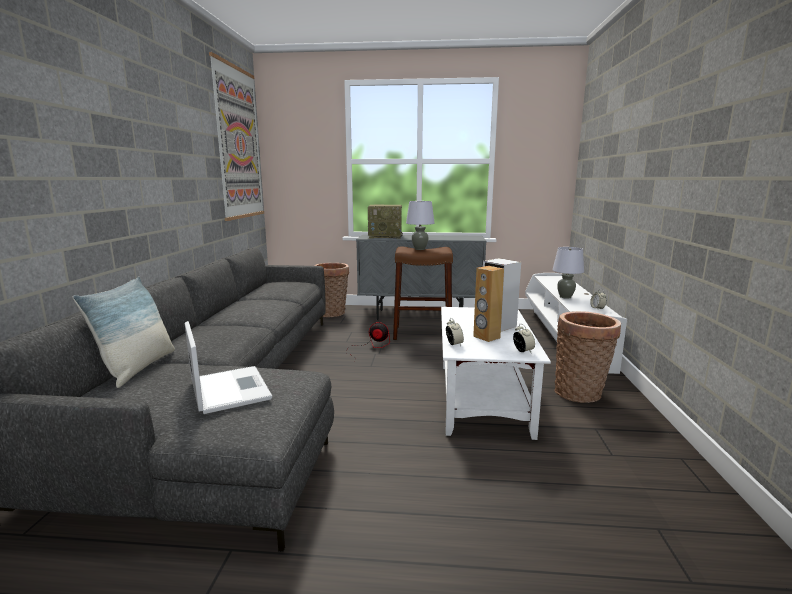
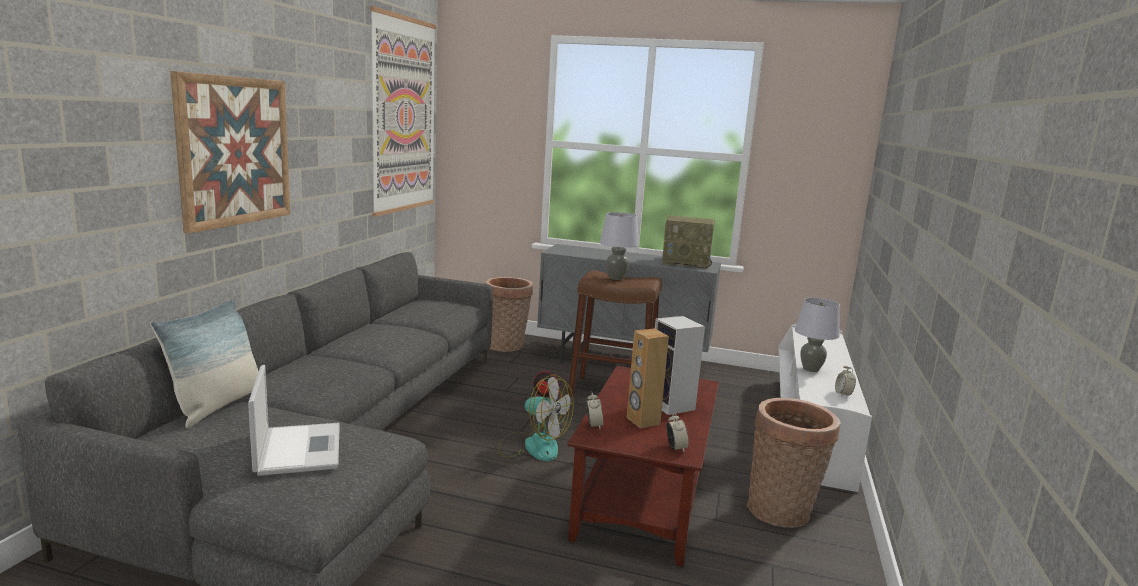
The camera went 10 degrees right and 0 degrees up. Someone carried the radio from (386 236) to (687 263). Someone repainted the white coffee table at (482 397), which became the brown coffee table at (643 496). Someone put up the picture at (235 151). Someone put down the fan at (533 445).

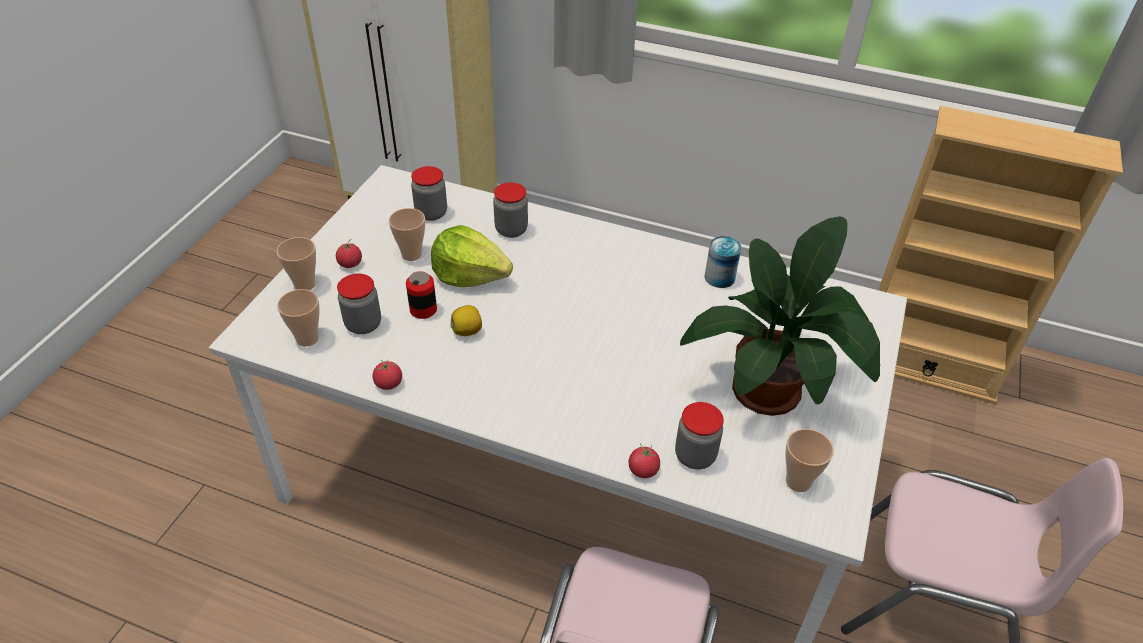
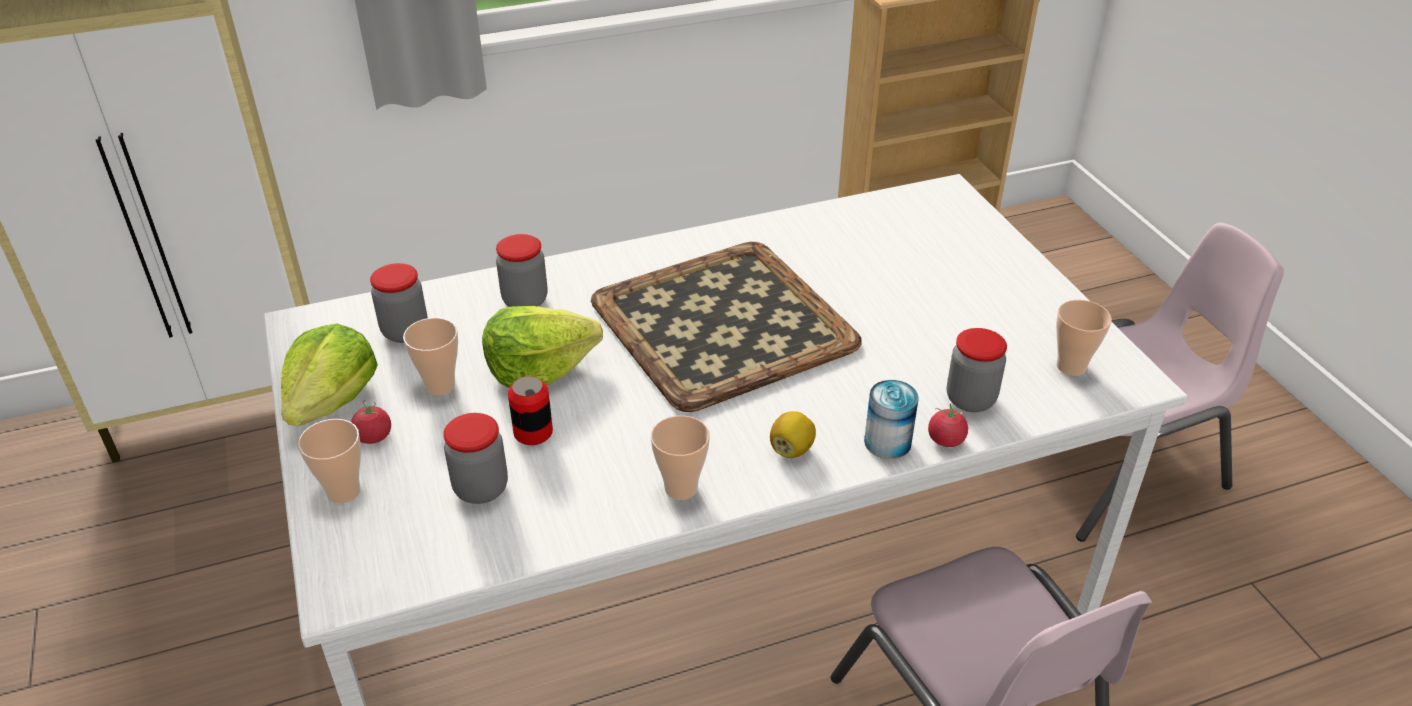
The camera went 40 degrees left and 5 degrees down. Someone took away the potted plant at (773 388). Someone carried the can from (719 277) to (887 442). Someone carried the cup from (307 338) to (681 488). Someone carried the lemon from (467 331) to (791 449). Someone took away the tomato at (388 383). Someone put down the tray at (720 323). Someone put down the lettuce at (333 401).

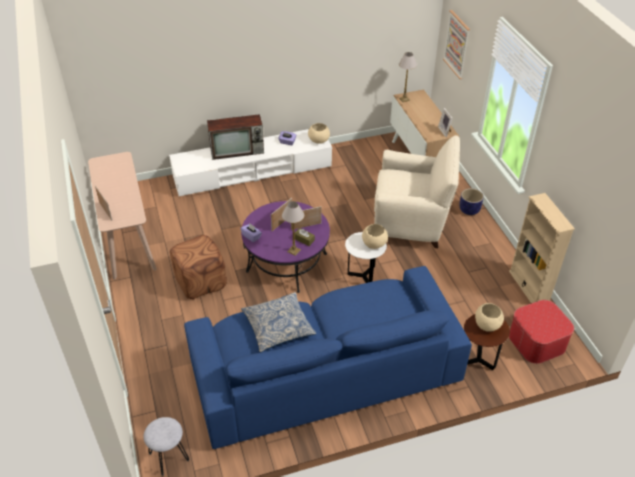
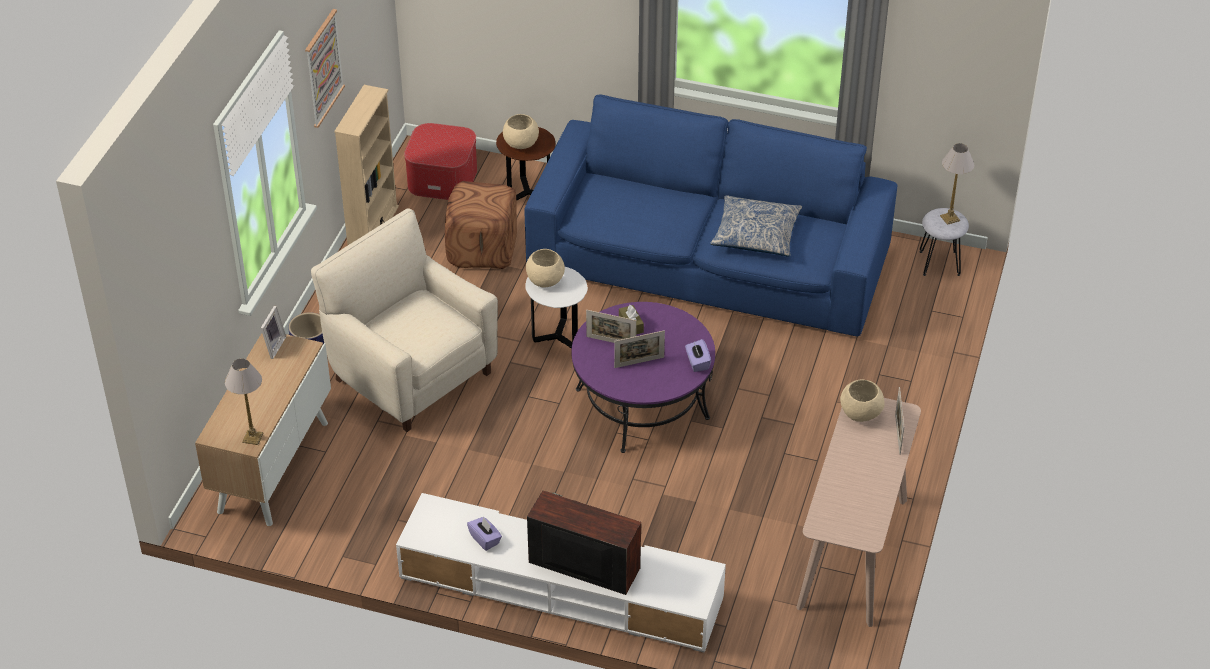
The camera went 145 degrees left and 0 degrees up. Someone carried the picture from (456 44) to (323 68). Someone carried the beige bowl from (318 141) to (860 413). Someone carried the table lamp from (294 250) to (949 218). Someone carried the brown ottoman from (200 281) to (483 250).

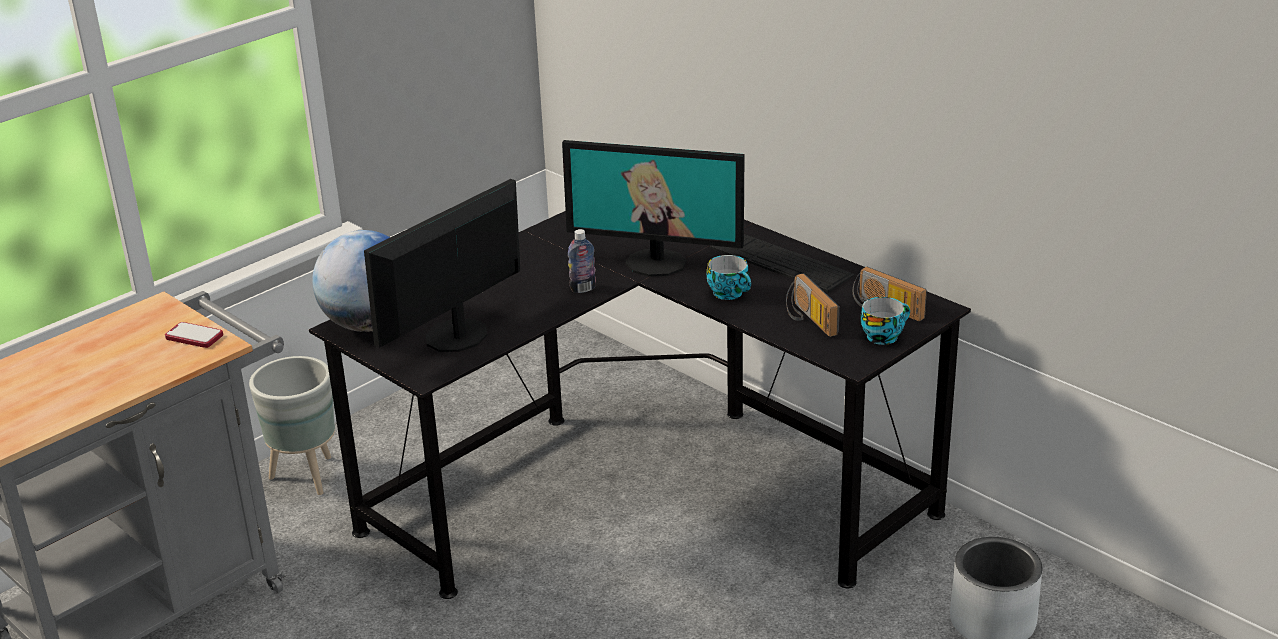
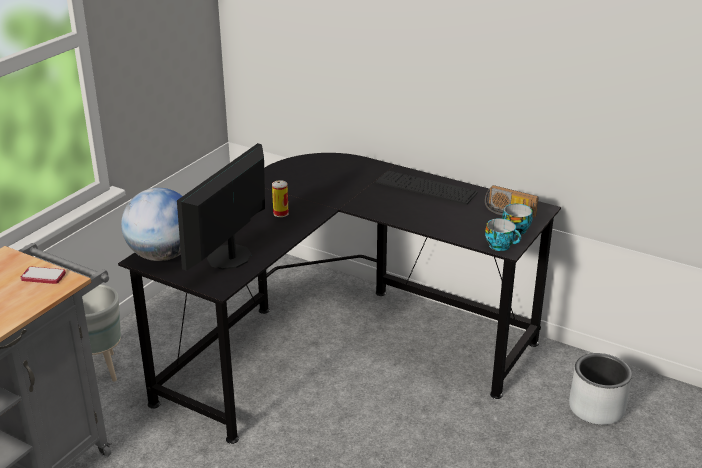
The camera went 15 degrees left and 0 degrees up. Someone took away the monitor at (656 262). Someone took away the bottle at (583 289). Someone carried the cup from (730 293) to (501 246). Someone took away the radio at (808 319). Someone put down the can at (280 213).

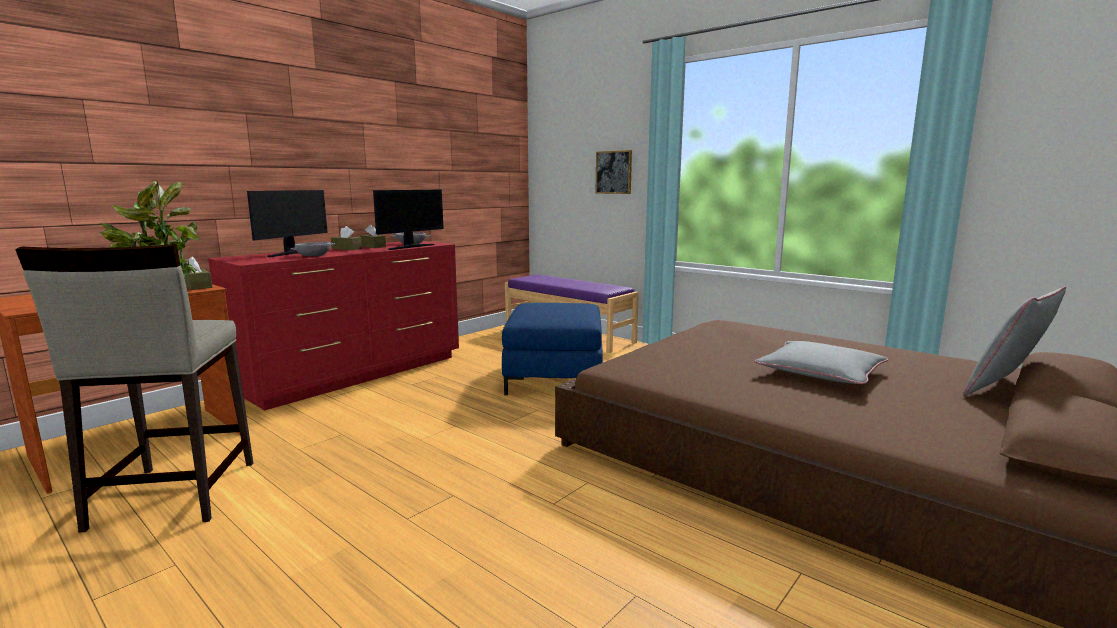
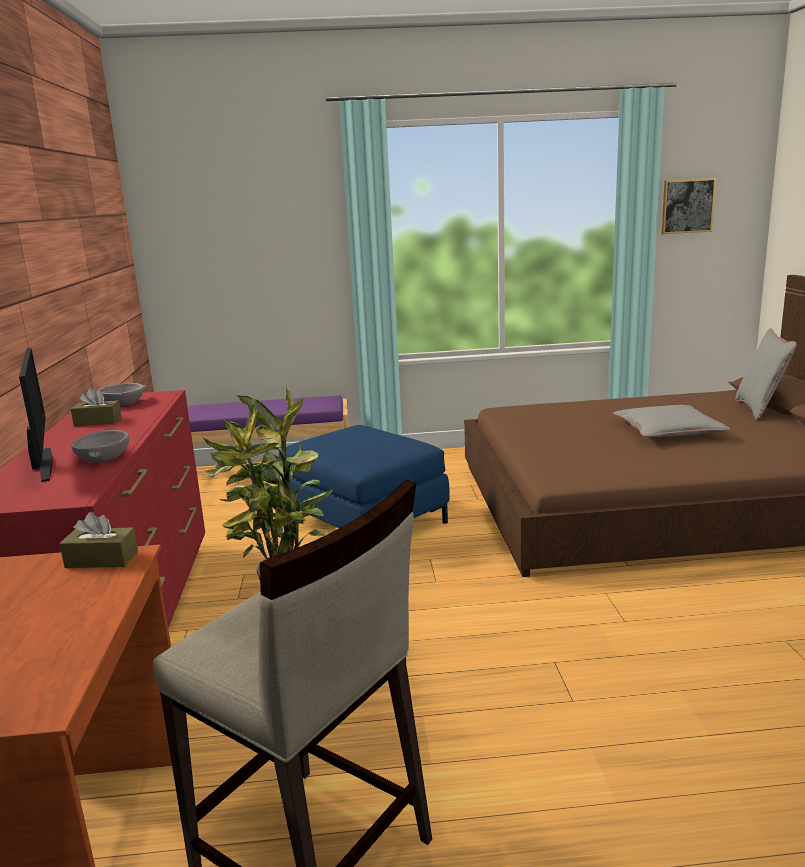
The camera went 45 degrees left and 5 degrees up. Someone carried the picture from (614 172) to (687 206). Someone took away the monitor at (411 247). Someone took away the brown tissue box at (346 249).

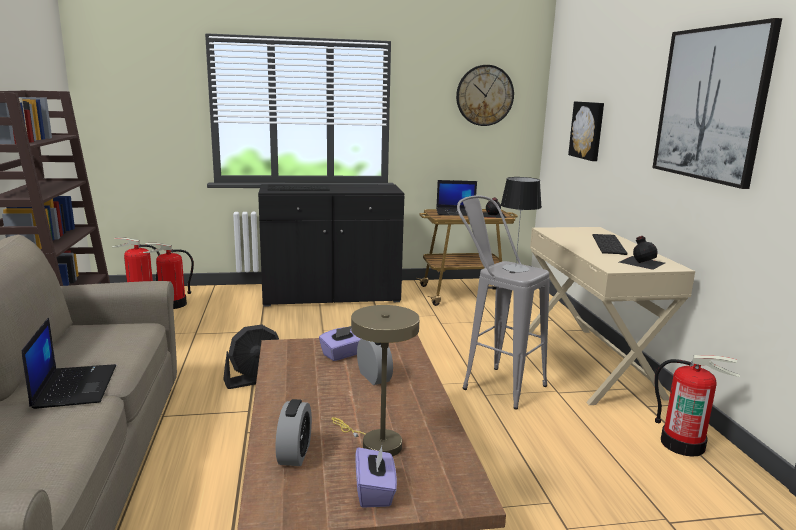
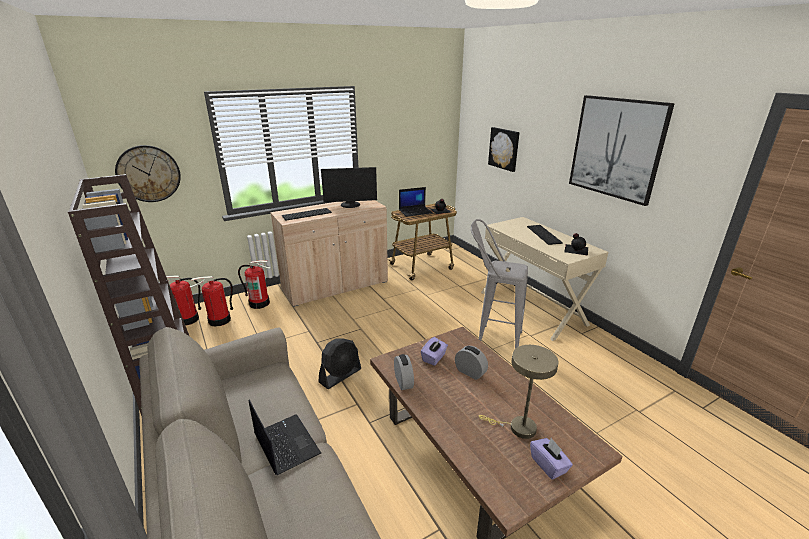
The camera went 20 degrees left and 10 degrees up. Someone carried the wall clock from (484 95) to (148 174). Someone took away the table lamp at (515 268). Someone repainted the black cabinet at (331 296), which became the beige cabinet at (335 286). Someone carried the fire extinguisher from (683 444) to (260 303). Someone carried the alarm clock from (294 454) to (403 382). Someone put down the monitor at (350 205).

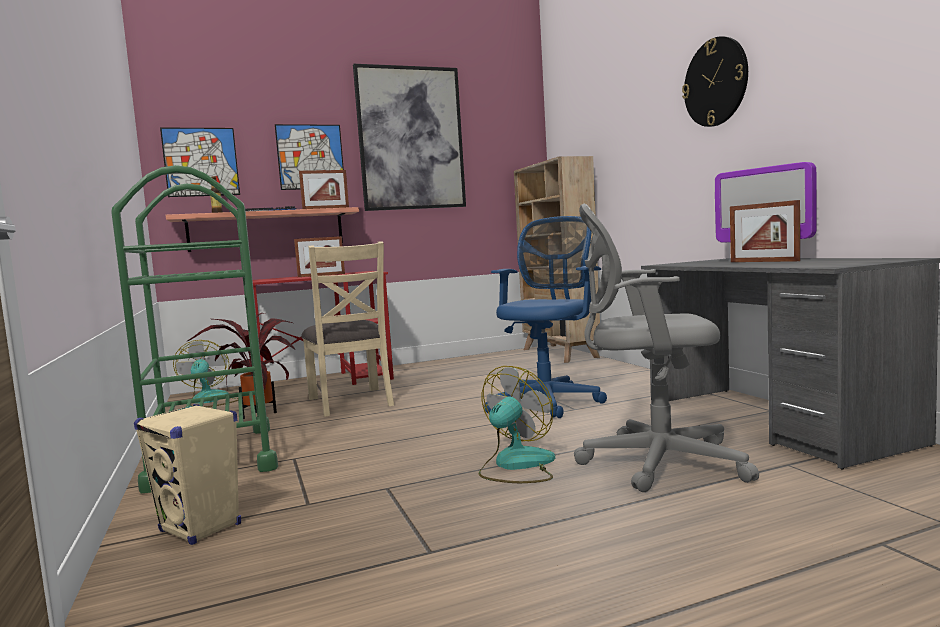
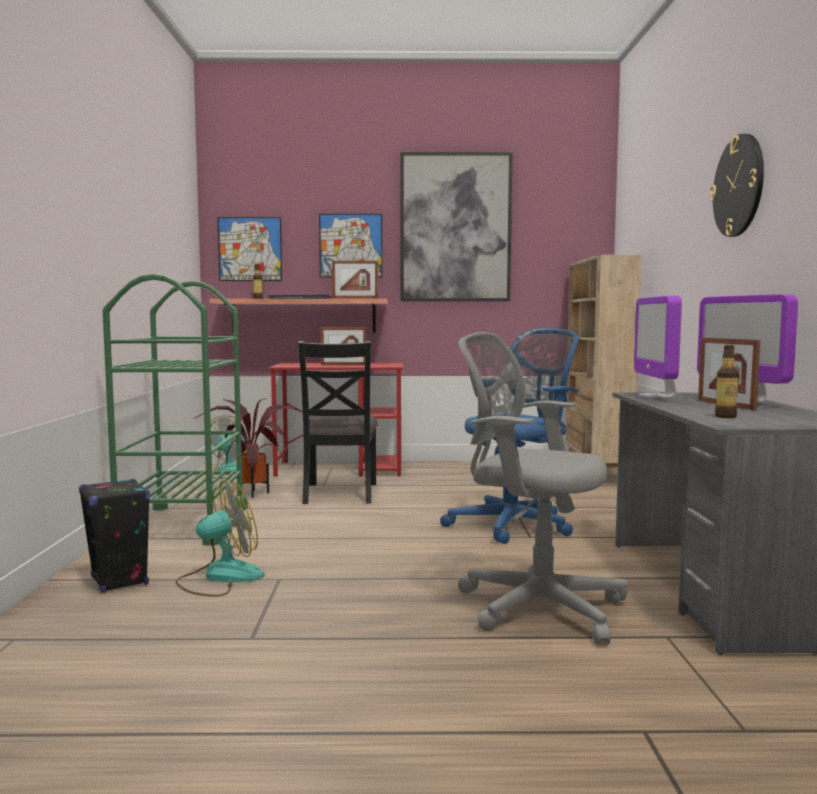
The camera went 20 degrees right and 0 degrees up. Someone repainted the beige chair at (351 401), which became the black chair at (339 493). Someone carried the fan from (516 465) to (220 577). Someone repainted the beige speaker at (201 528), which became the black speaker at (119 581). Someone put down the monitor at (656 396). Someone put down the bottle at (725 417).

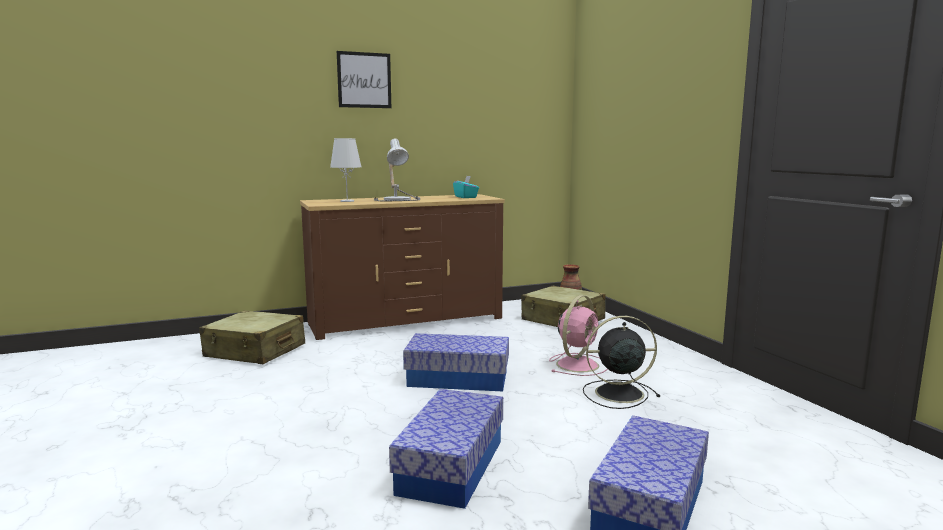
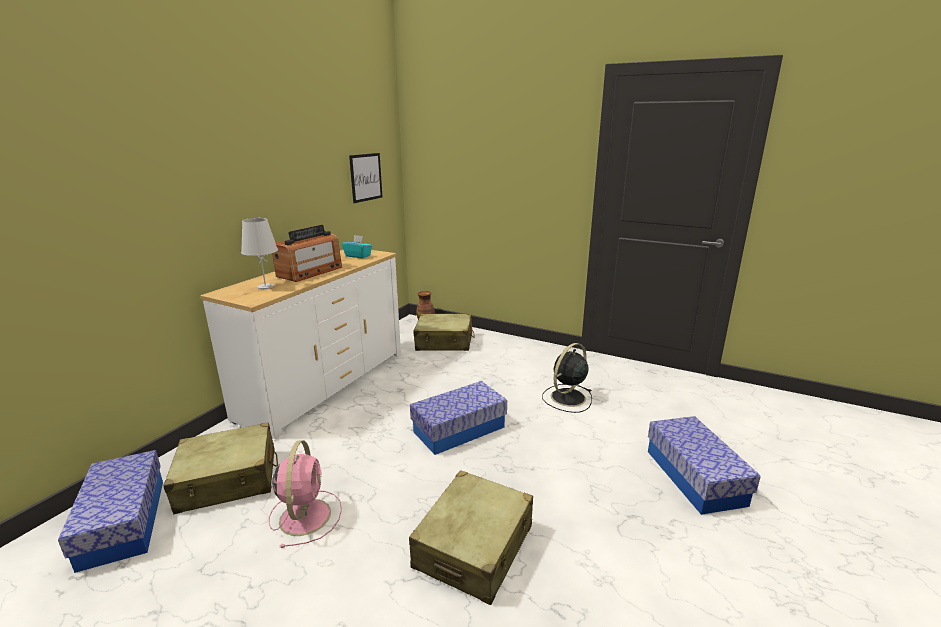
The camera went 40 degrees left and 10 degrees up. Someone carried the picture from (364 80) to (366 177). Someone swapped the table lamp at (400 199) for the radio at (310 272). Someone repainted the brown dresser at (405 321), which became the white dresser at (324 384). Someone carried the pink fan from (578 364) to (305 515). Someone carried the storage box from (451 466) to (123 522). Someone put down the beige suitcase at (474 547).

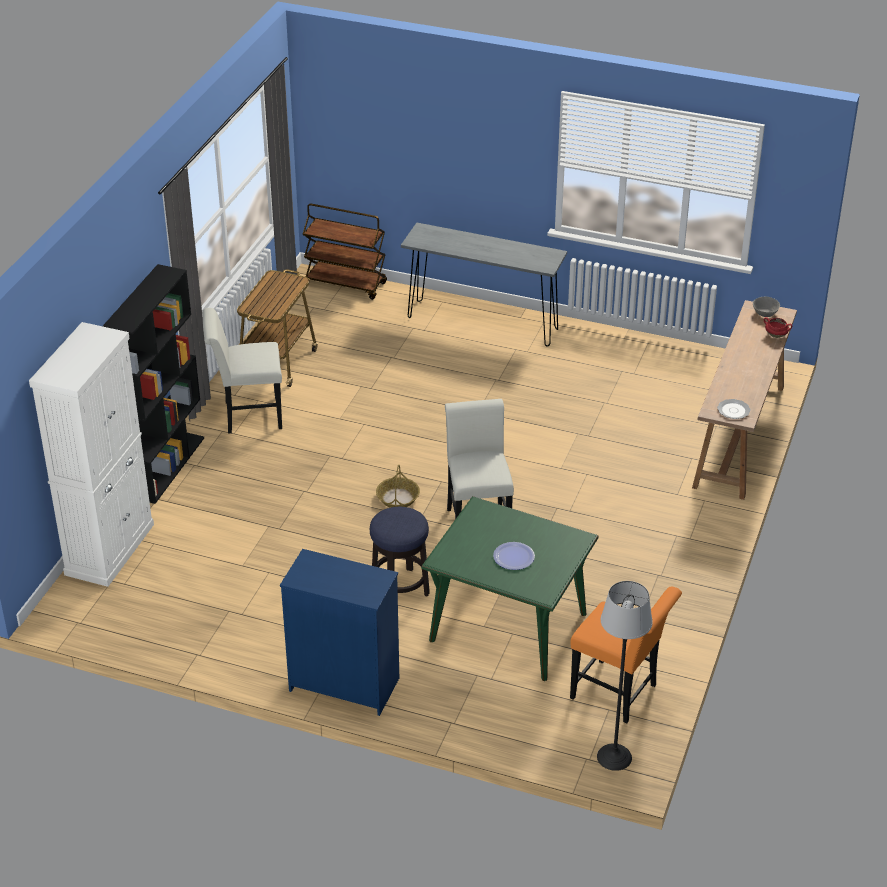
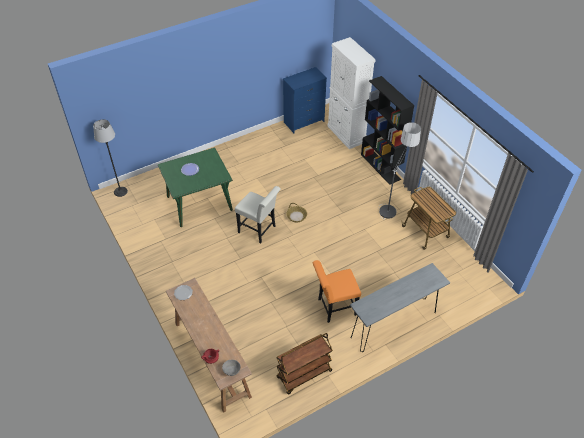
The camera went 130 degrees right and 10 degrees up. Someone carried the brown cart from (346 284) to (304 375). Someone swapped the white chair at (247 415) for the floor lamp at (393 203). Someone took away the stool at (400 588). Someone carried the blue dresser from (344 684) to (304 122). Someone carried the orange chair from (619 694) to (334 307).

